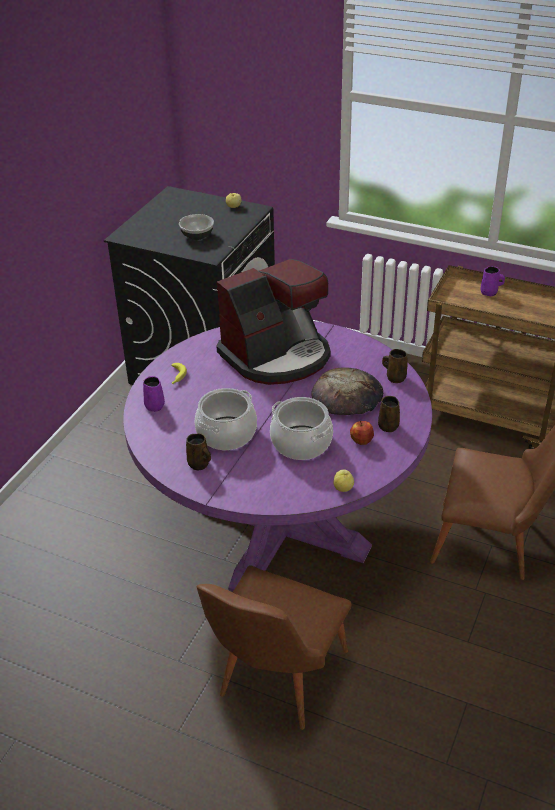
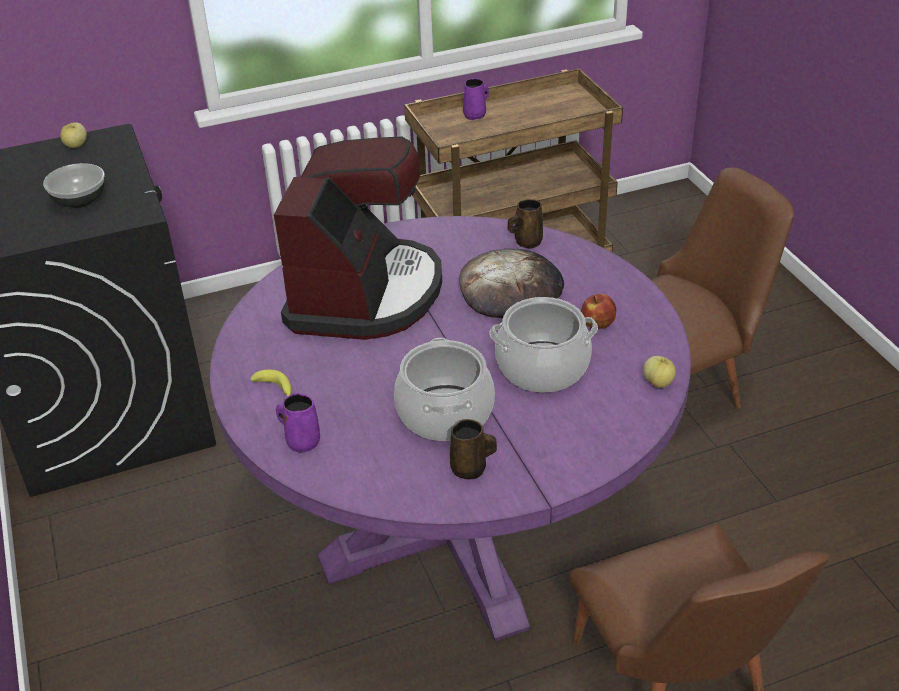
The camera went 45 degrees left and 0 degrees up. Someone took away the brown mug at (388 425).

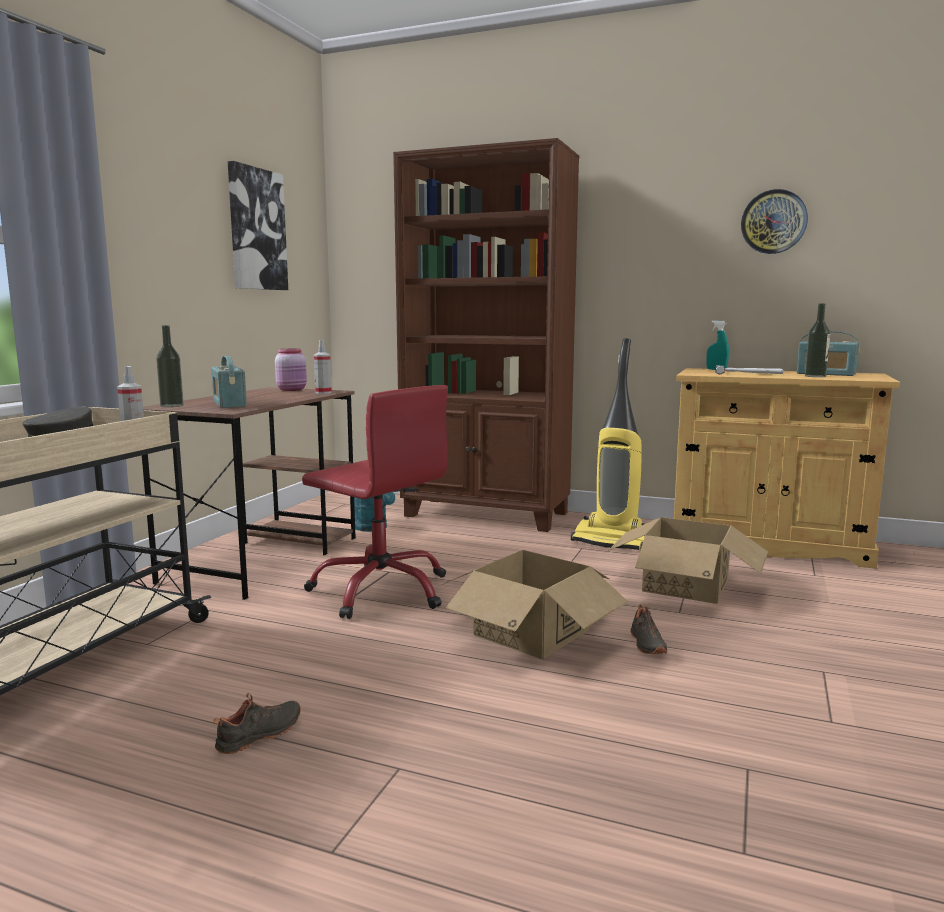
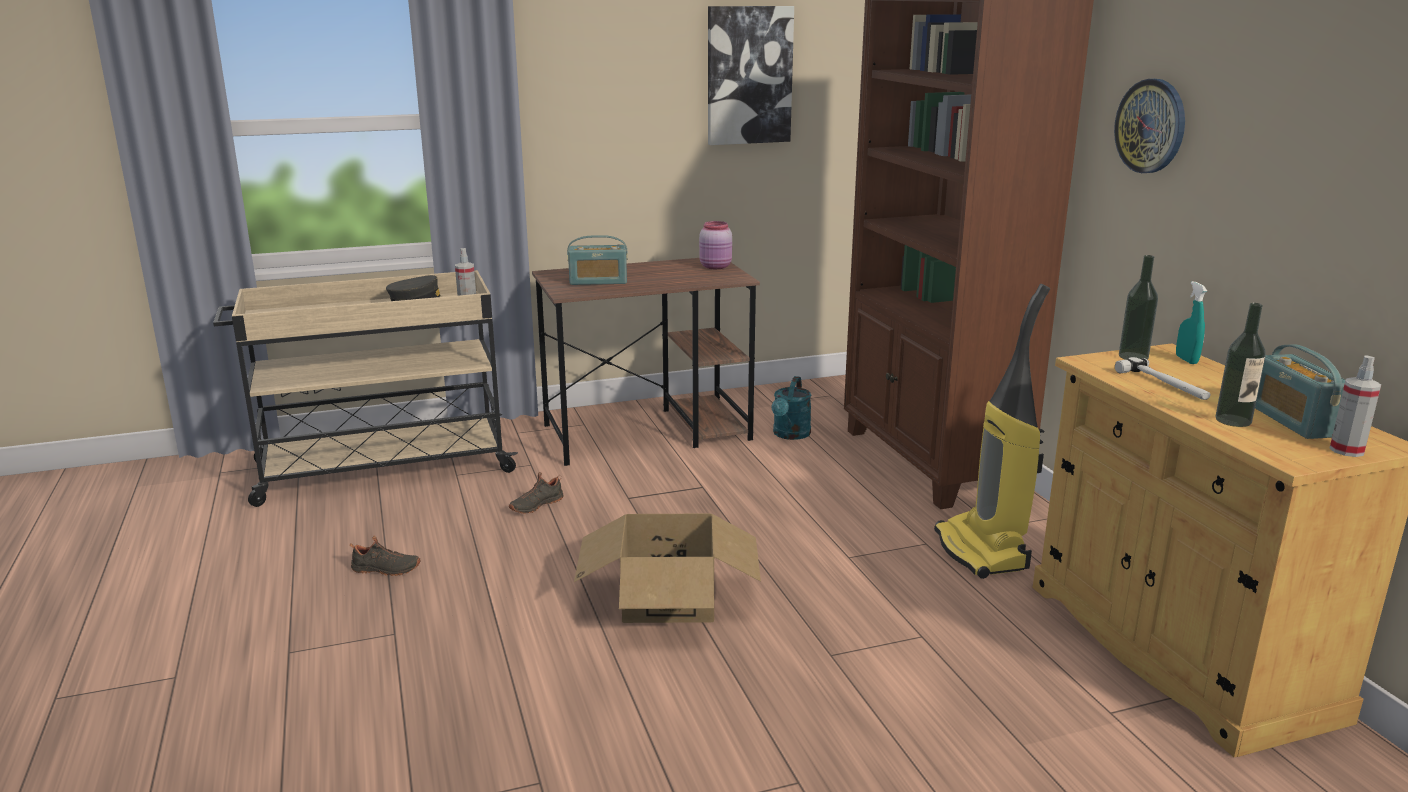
The camera went 50 degrees right and 10 degrees up. Someone carried the wall clock from (773 222) to (1151 126). Someone carried the bottle from (172 406) to (1133 356). Someone carried the spray bottle from (323 393) to (1346 450). Someone rotated the radio at (229 404) by 120 degrees counterclockwise. Someone took away the red office chair at (381 590). Someone took away the cardboard box at (685 585). Someone carried the black shoe from (646 644) to (536 505).

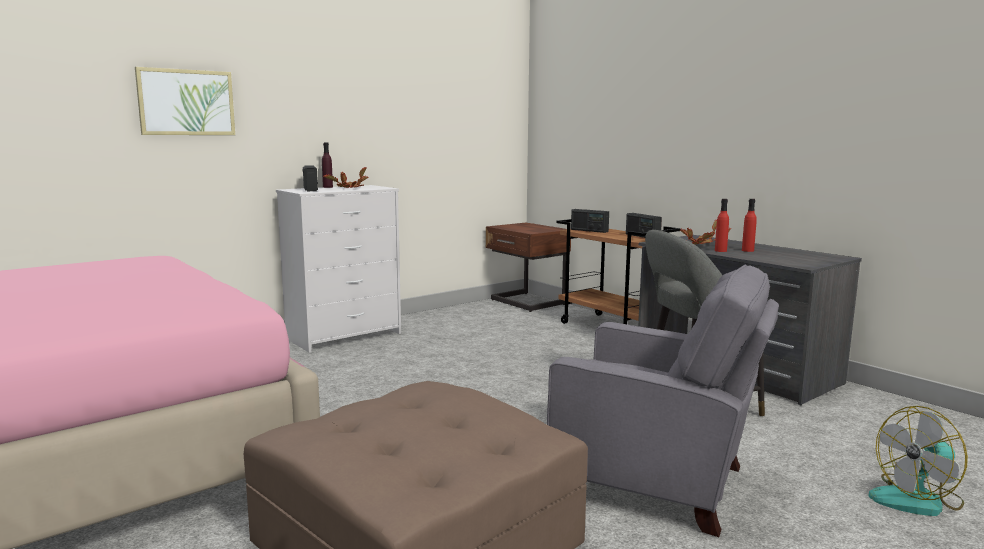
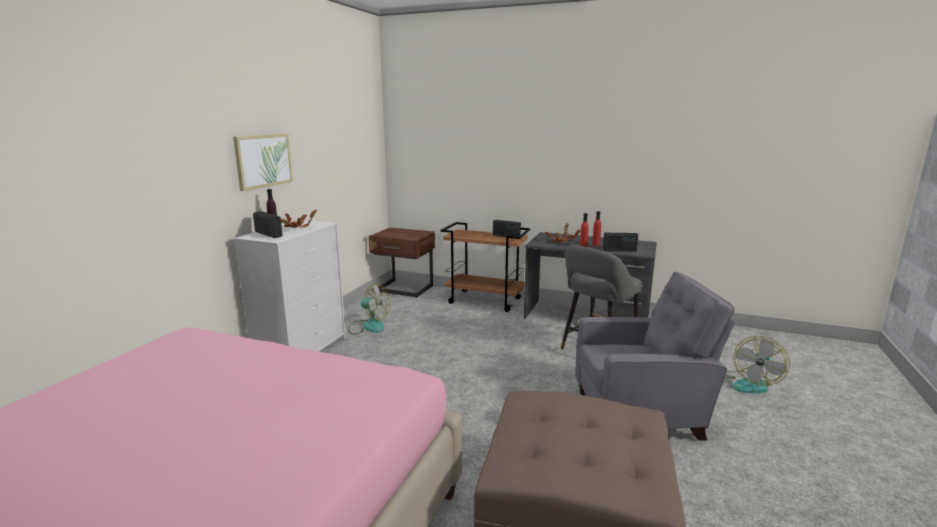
The camera went 30 degrees left and 5 degrees up. Someone carried the picture from (186 102) to (263 160). Someone carried the radio from (589 230) to (619 250). Someone put down the fan at (368 326).

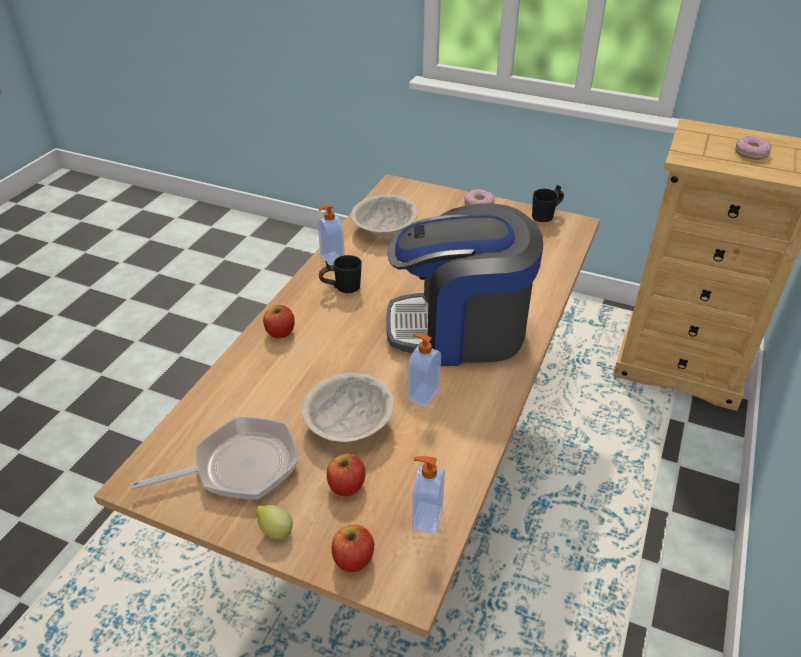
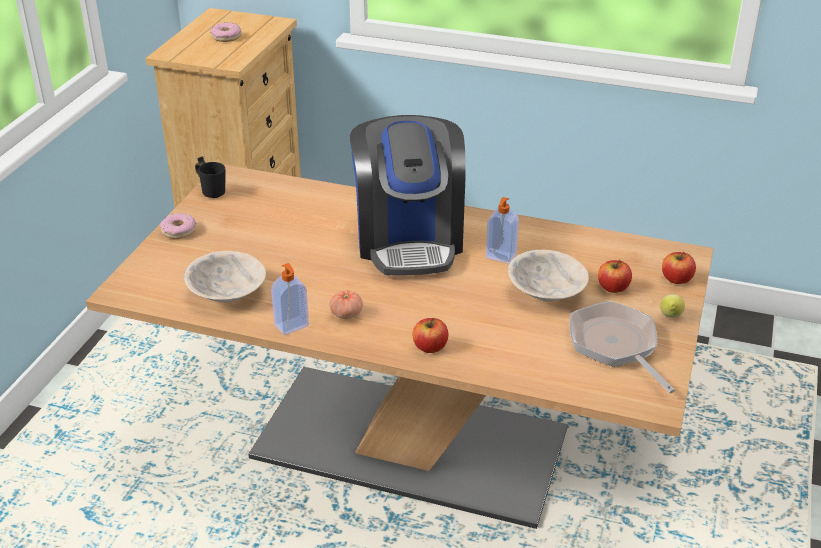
The camera went 95 degrees left and 5 degrees down. Someone swapped the black mug at (342 287) for the tomato at (346 314). Someone took away the soap dispenser at (426 518).

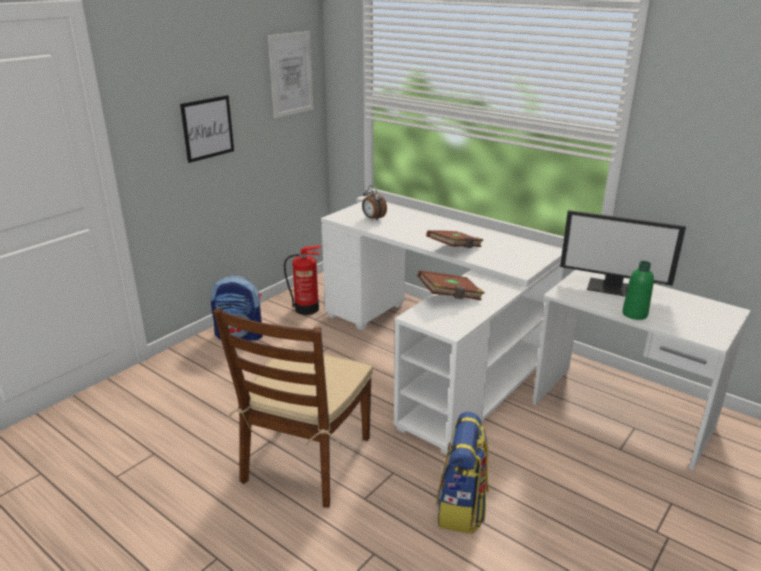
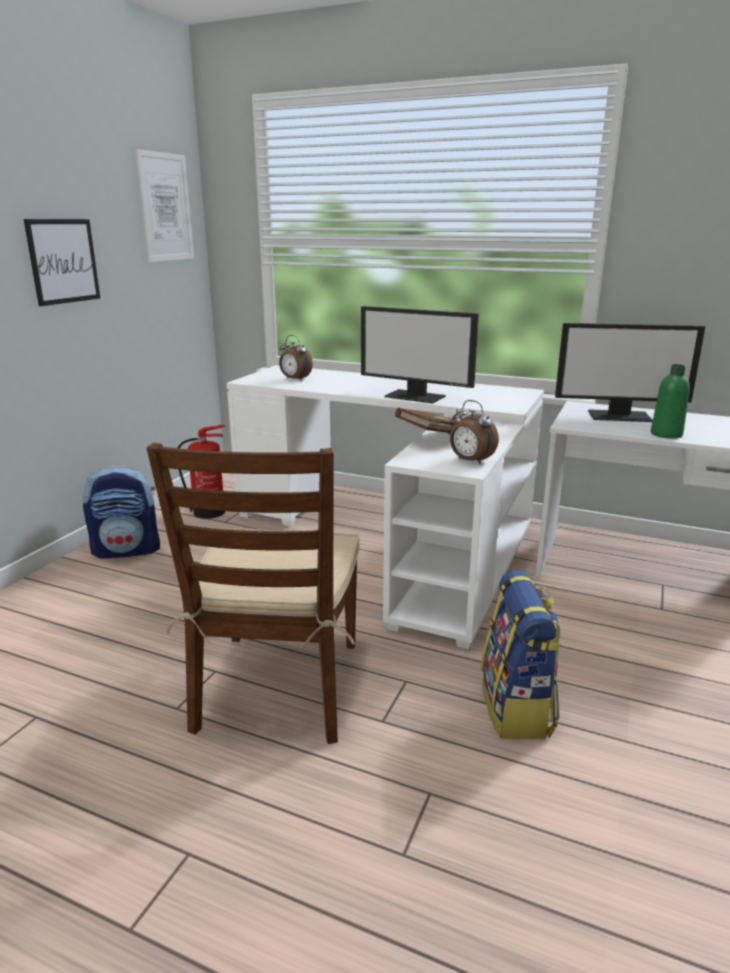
The camera went 15 degrees left and 5 degrees down. Someone swapped the brown book at (455 249) for the monitor at (416 396). Someone put down the alarm clock at (470 461).

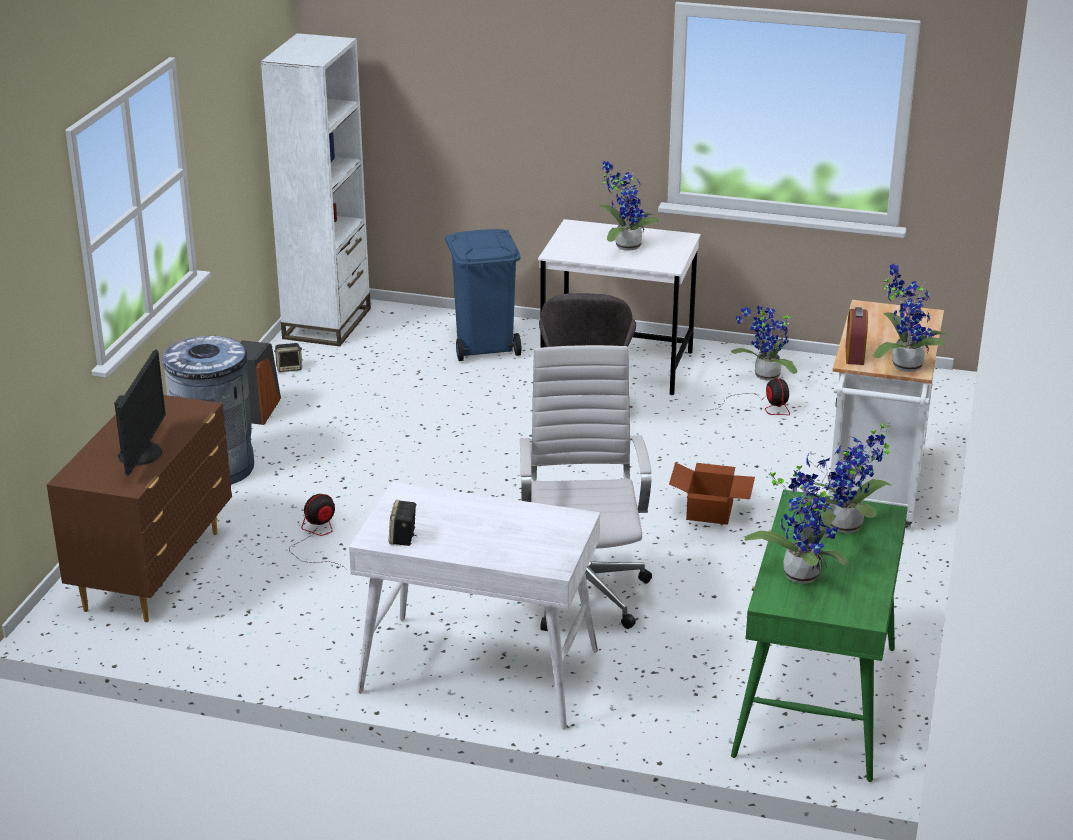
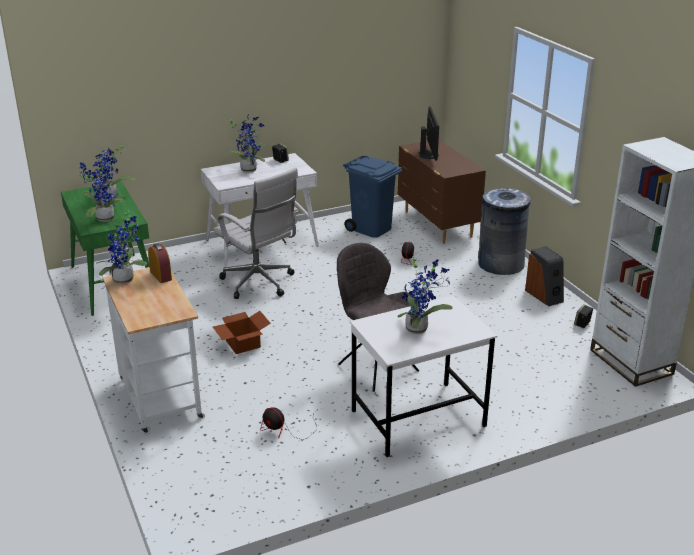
The camera went 140 degrees right and 0 degrees up. Someone carried the blue trash can from (485 346) to (371 229). Someone carried the potted plant from (764 377) to (249 169). Someone rotated the monitor at (142 454) by 150 degrees counterclockwise.

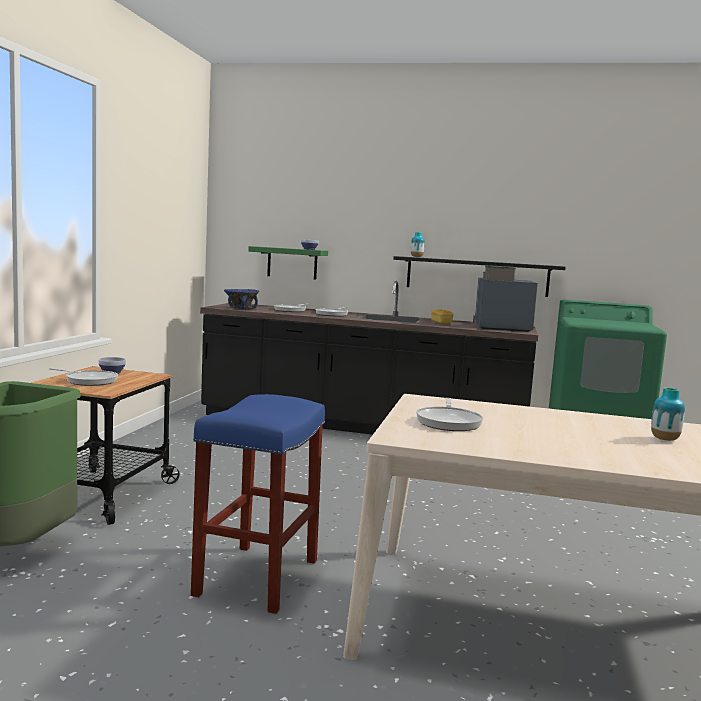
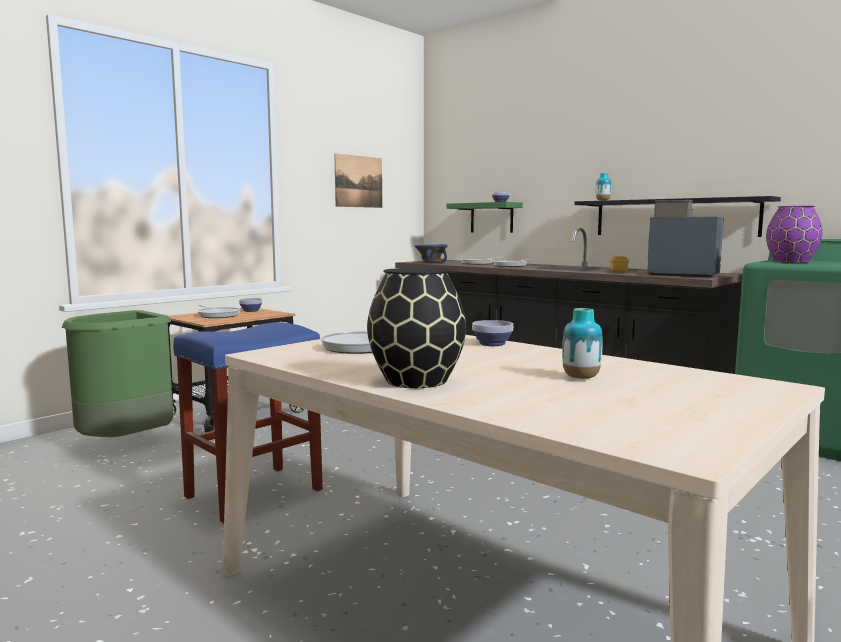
The camera went 30 degrees right and 0 degrees up. Someone put up the picture at (358 181). Someone put down the purple vase at (792 262). Someone put down the black vase at (415 381). Someone put down the bowl at (491 344).

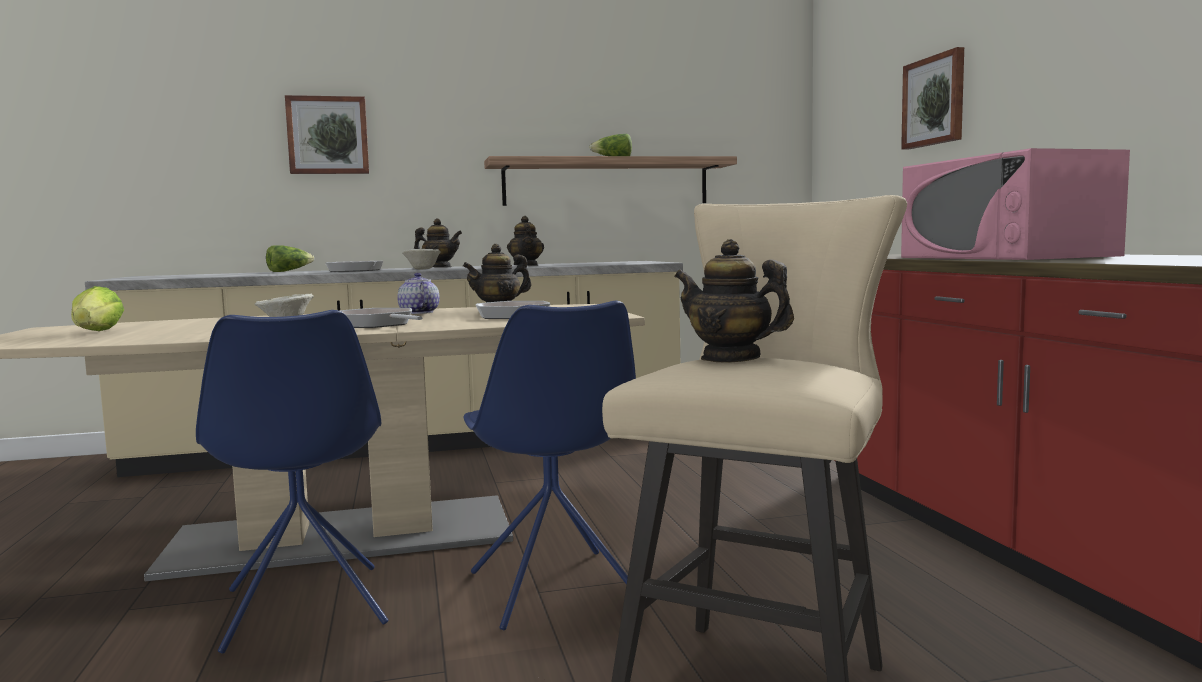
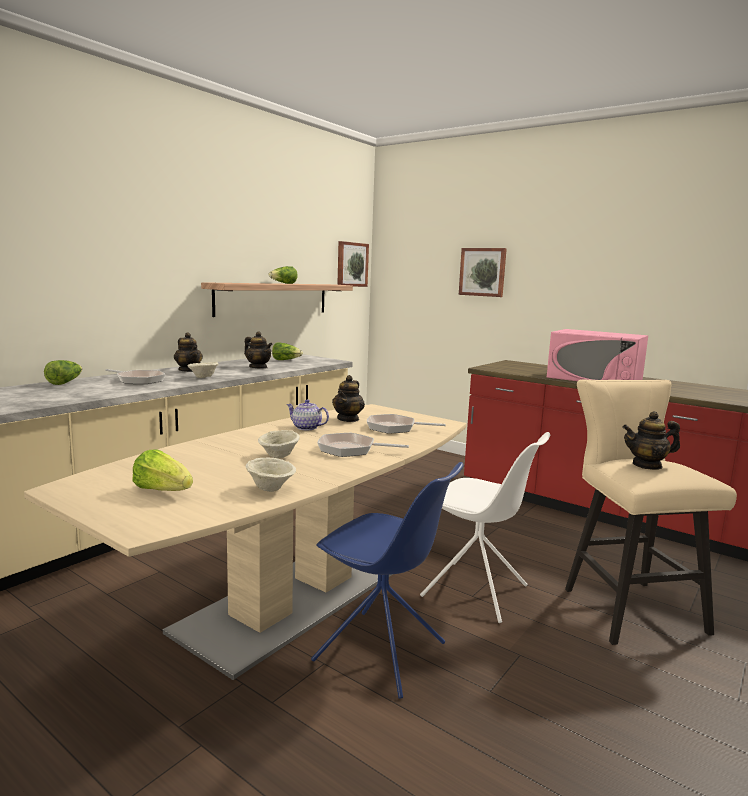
The camera went 40 degrees left and 5 degrees up. Someone carried the picture from (328 135) to (351 264). Someone rotated the teapot at (439 267) by 75 degrees clockwise. Someone repainted the blue chair at (555 590), which became the white chair at (476 592). Someone put down the lettuce at (286 360). Someone put down the beige bowl at (270 488).

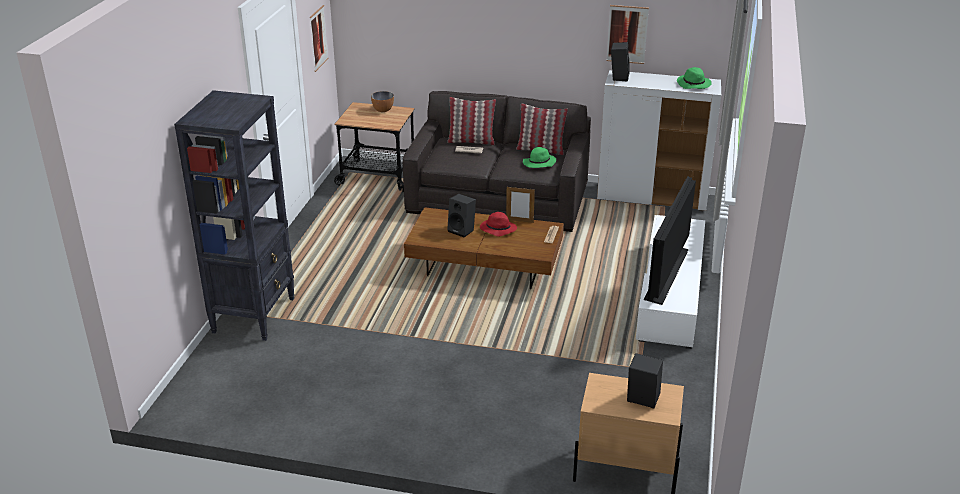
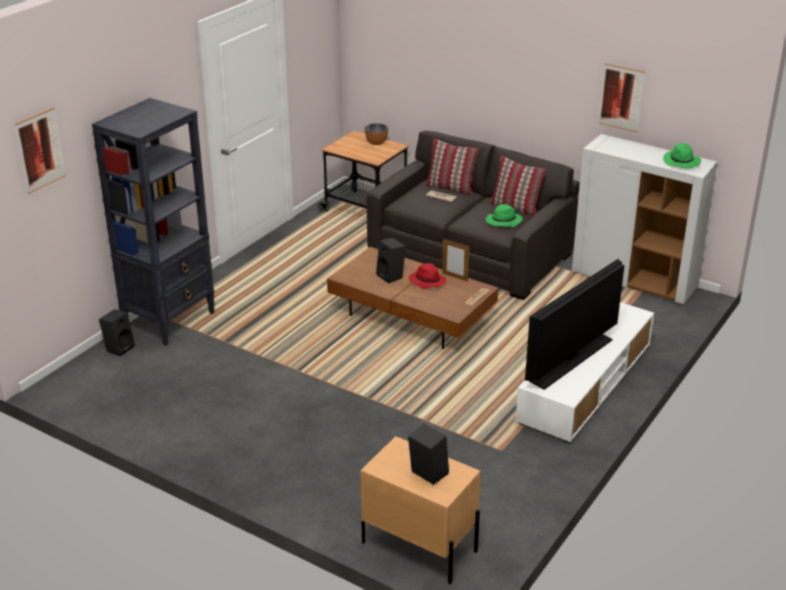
The camera went 20 degrees right and 0 degrees up. Someone carried the picture from (318 38) to (40 150). Someone carried the black speaker from (618 77) to (119 347).

